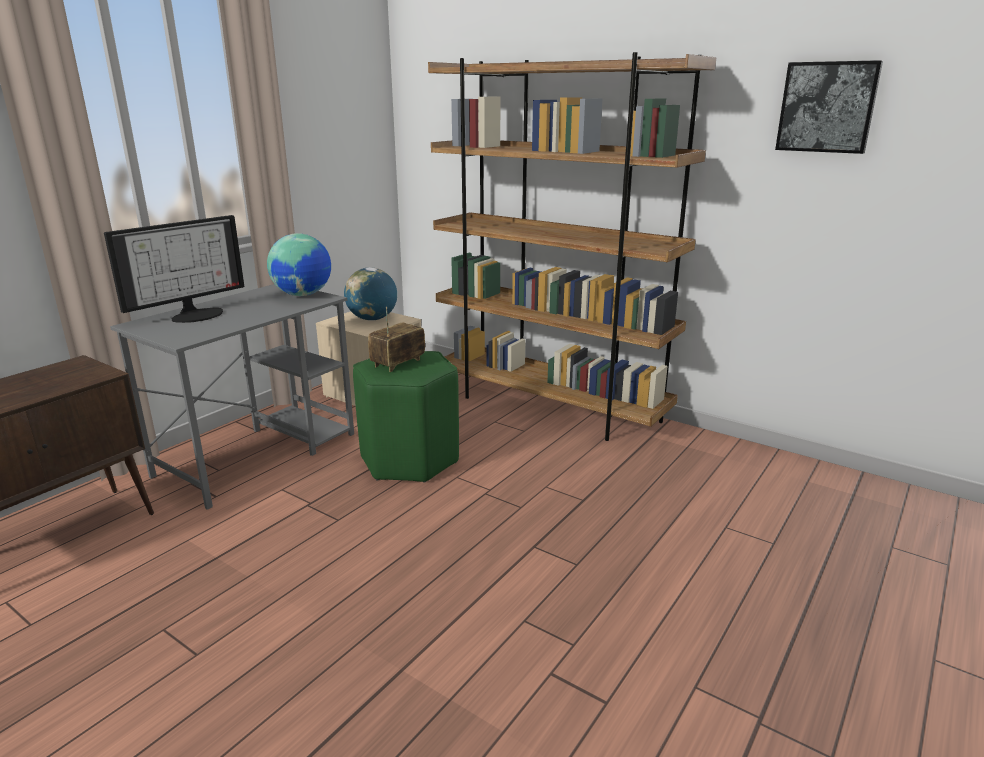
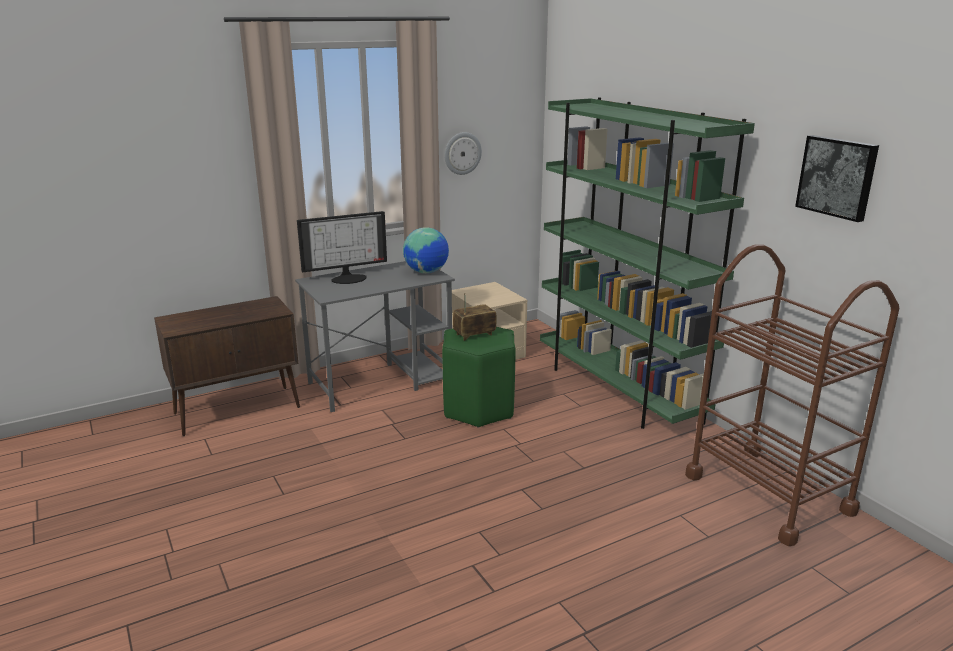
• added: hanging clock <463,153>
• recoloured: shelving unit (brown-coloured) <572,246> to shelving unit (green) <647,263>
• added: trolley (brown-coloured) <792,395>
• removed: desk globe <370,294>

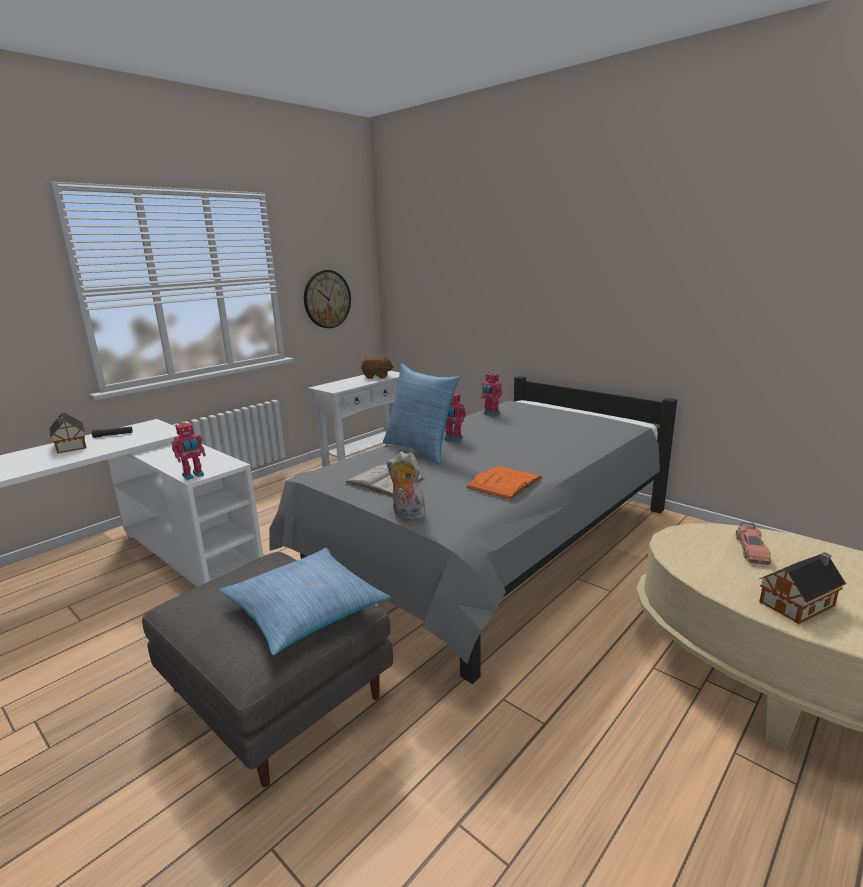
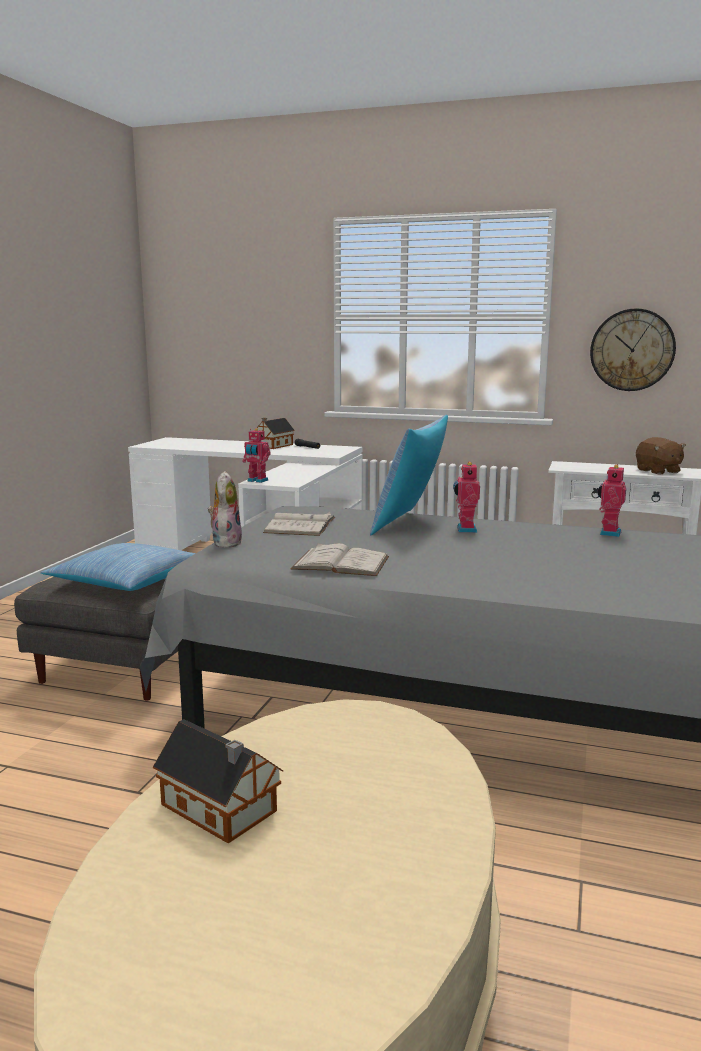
• recoloured: volume (orange-coloured) <504,483> to volume (white-coloured) <340,559>
• removed: model car <753,543>

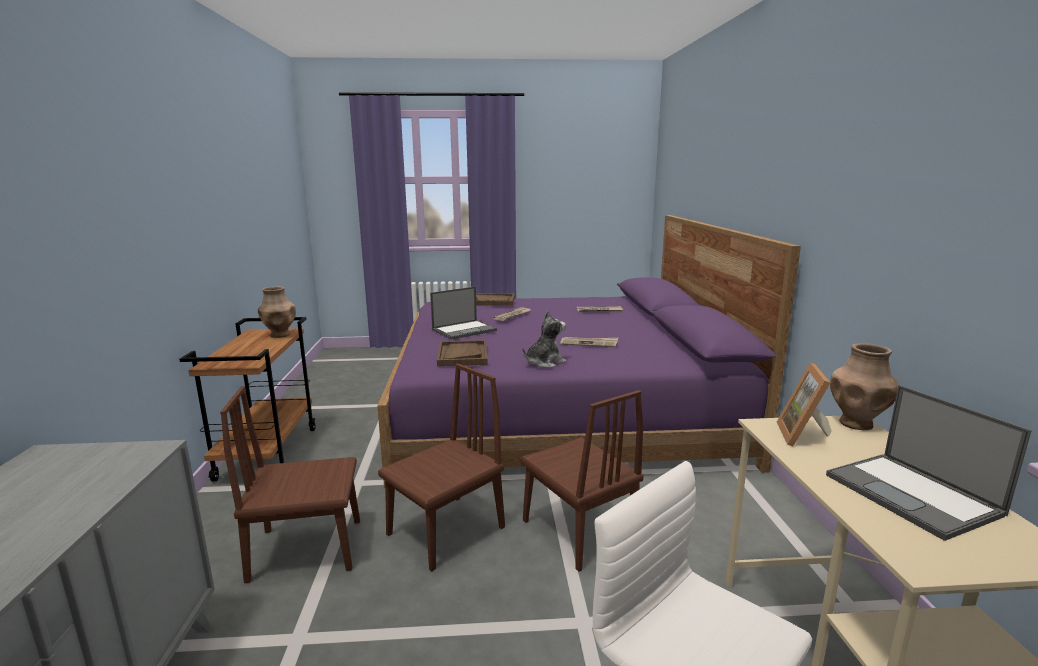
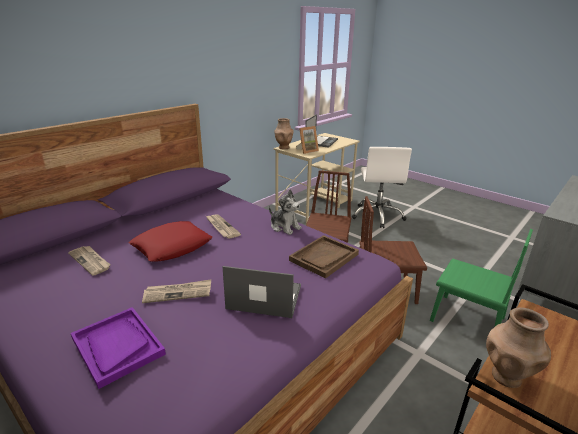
• recoloured: serving tray (brown-coloured) <495,299> to serving tray (purple) <118,348>
• added: cushion (reddish) <171,241>
• turned: cuddly toy <544,339> = <285,212> 150 degrees counterclockwise
• recoloured: upright chair (brown-coloured) <290,484> to upright chair (green) <481,277>

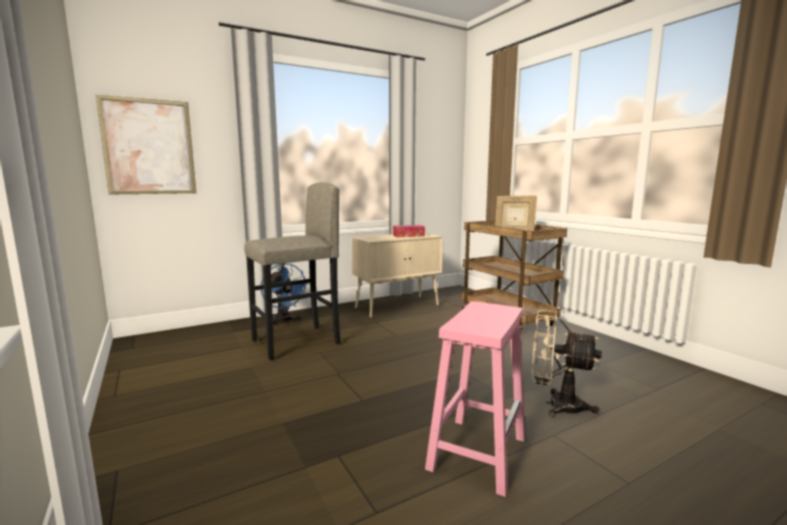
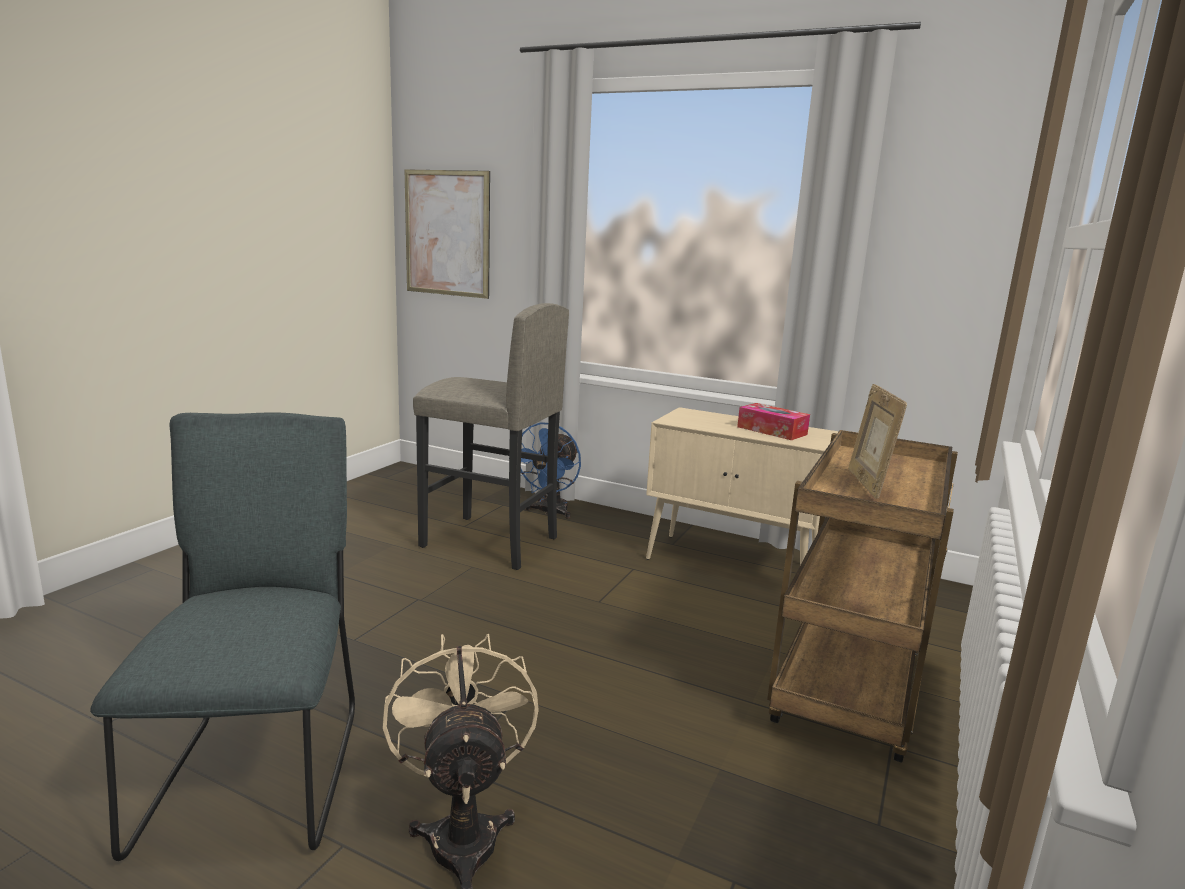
• replaced: stool seat (pink-coloured) <475,399> to upright chair (gray) <222,636>

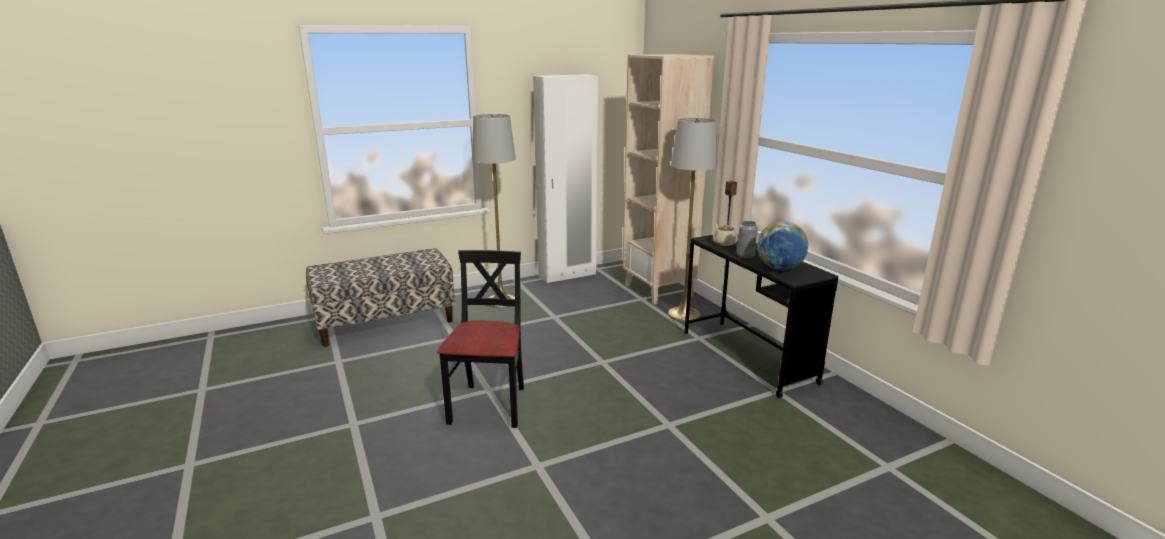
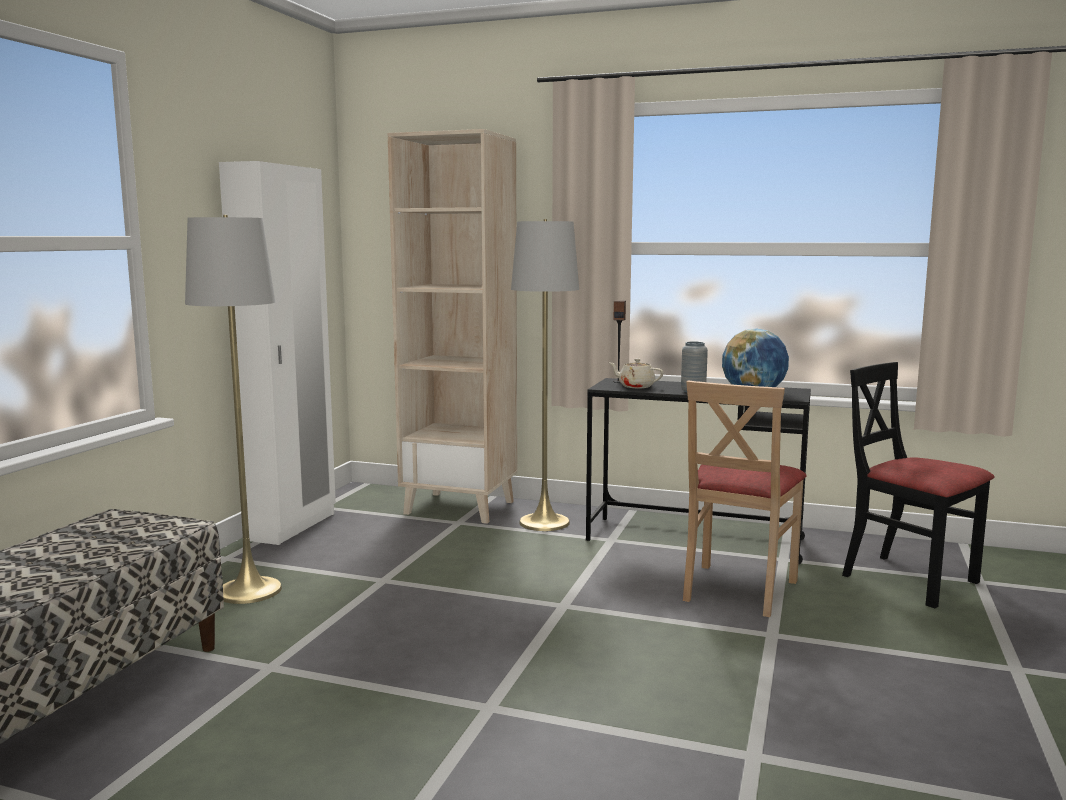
• added: upright chair (beige) <744,499>
• moved: upright chair (blackish) <480,339> to <918,485>

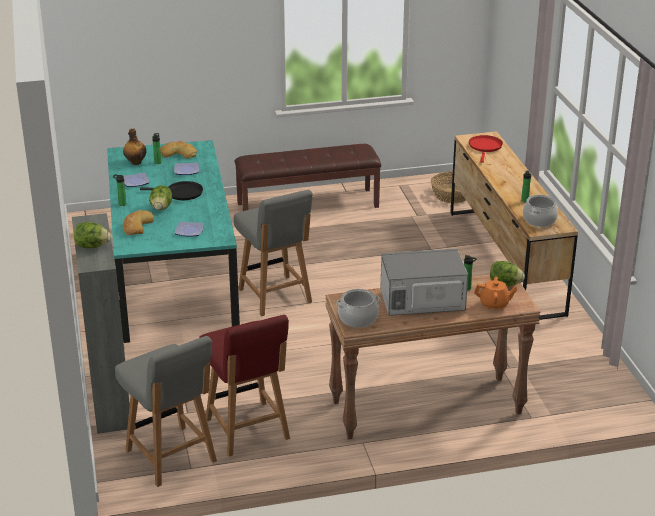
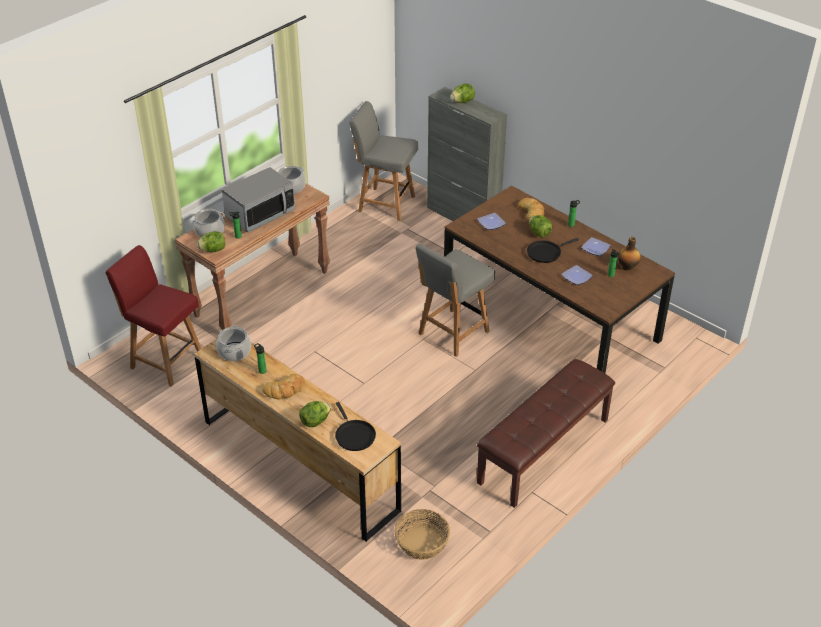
• moved: upright chair (reddish) <244,386> to <153,316>
• replaced: tea pot (orange-coloured) <496,293> to cooking pot <208,223>
• moved: bread <178,150> to <284,386>
• added: lettuce head <315,414>
• recoloured: pan (reddish) <486,149> to pan (blackish) <355,426>
• turned: upright chair (gray) <273,253> = <455,300> 75 degrees counterclockwise
• recoloured: dinner table (turquoise-coloured) <173,241> to dinner table (brown-coloured) <559,280>

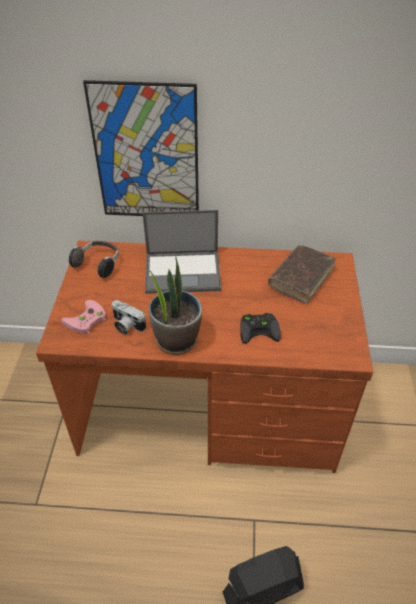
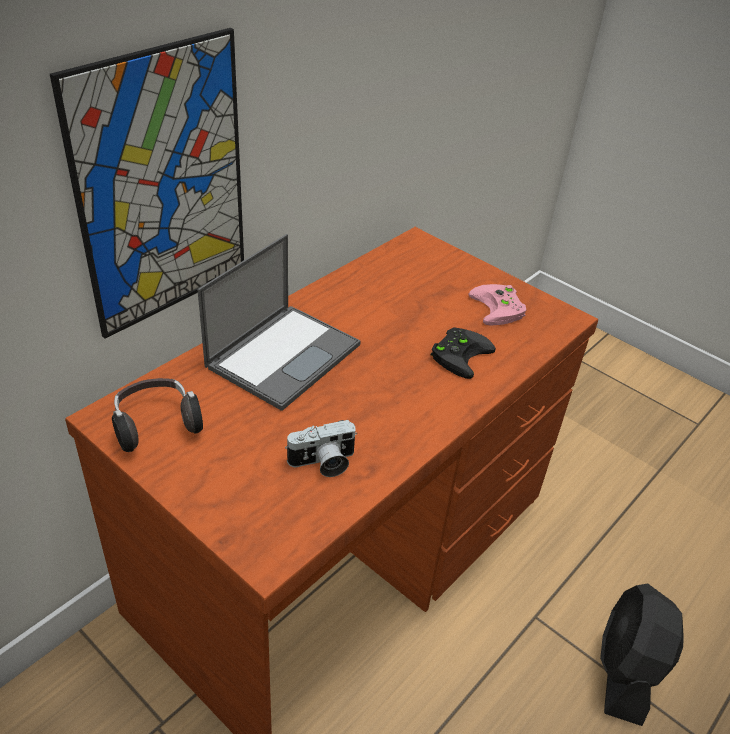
• moved: game controller (pink-coloured) <83,317> to <497,304>
• removed: potted plant <174,305>
• removed: volume (brown-coloured) <302,274>

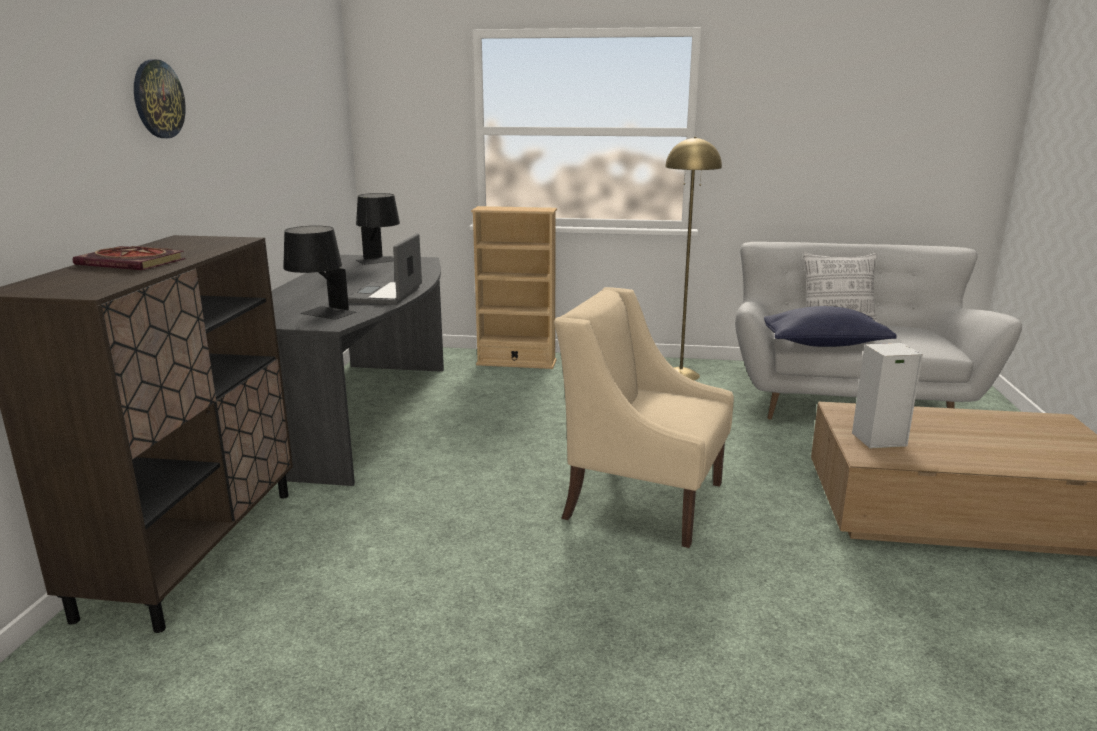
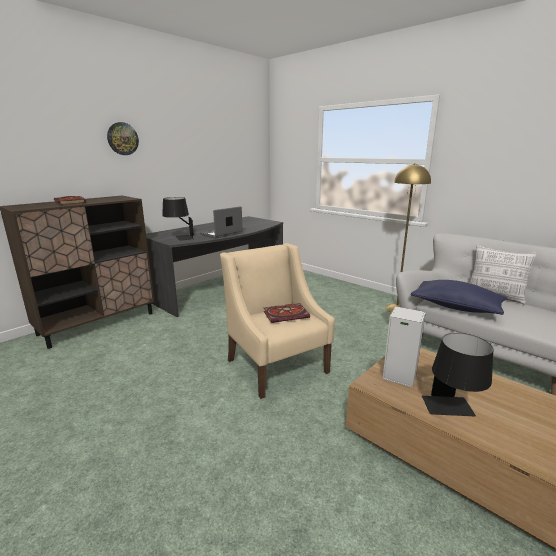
• added: volume <287,313>
• moved: tabletop lamp (blackish) <378,229> to <457,374>
• removed: shelving unit (beige) <514,287>

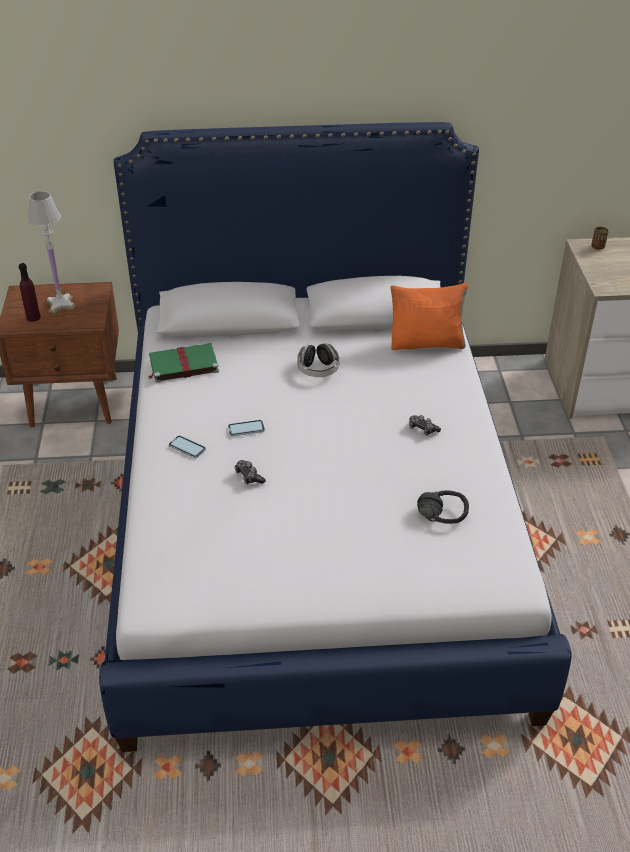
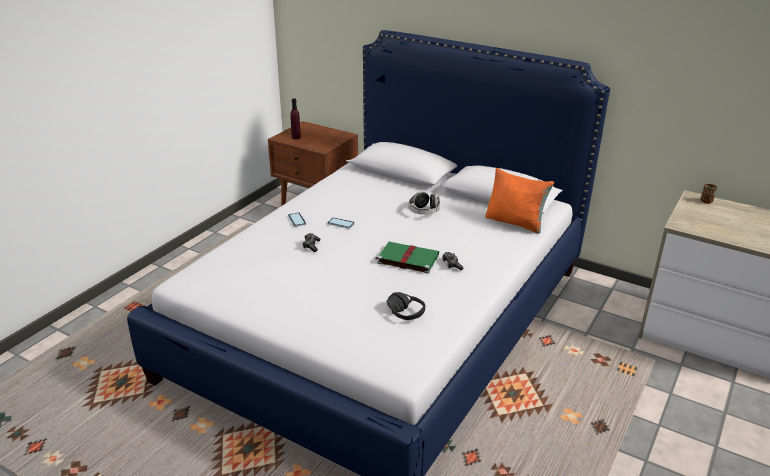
• moved: volume (green) <183,363> to <407,258>
• removed: tabletop lamp (white-coloured) <52,253>

